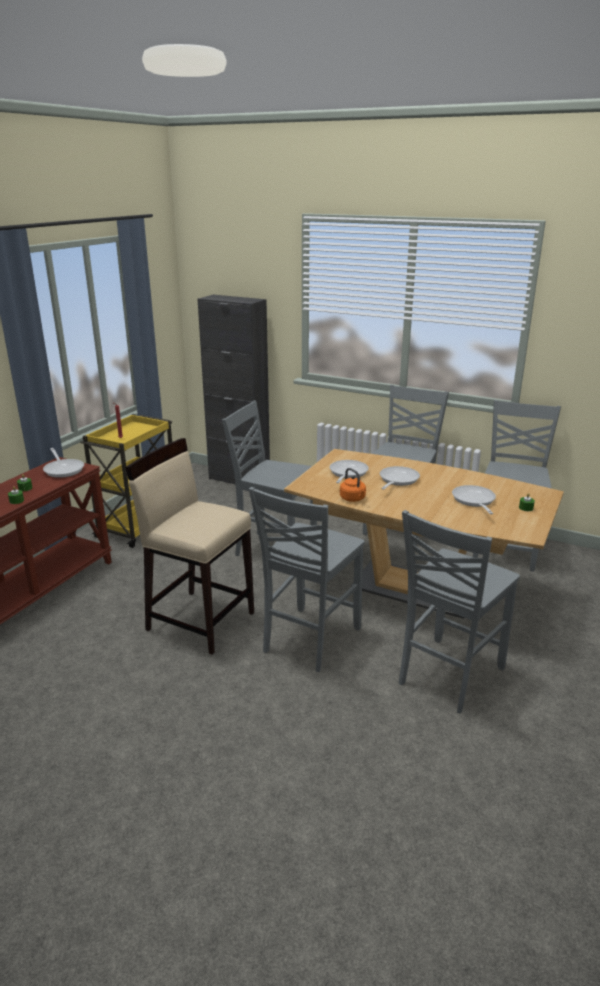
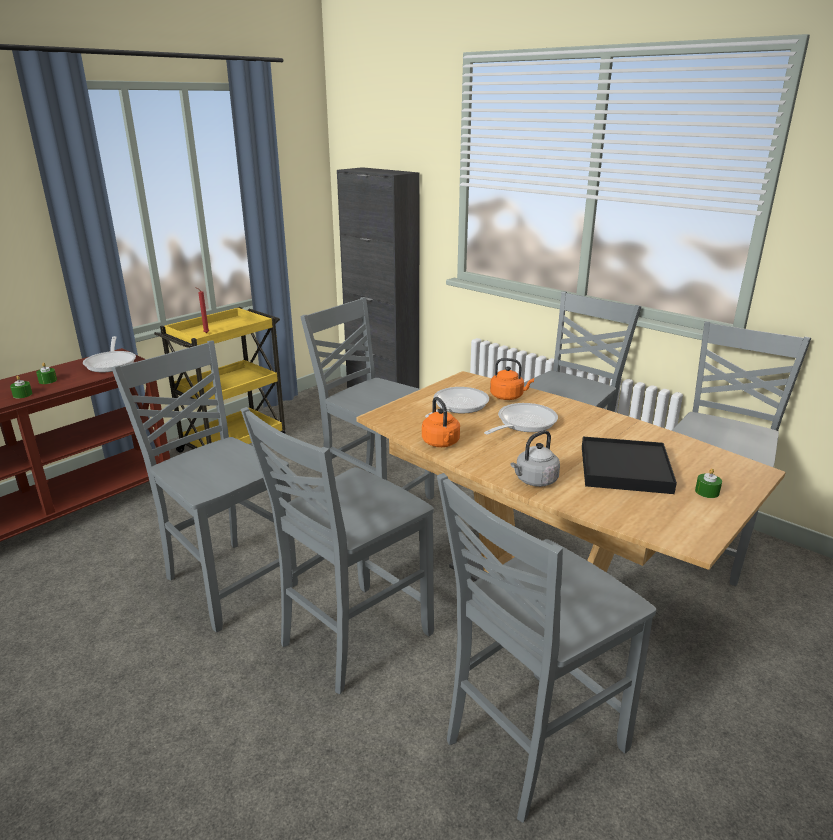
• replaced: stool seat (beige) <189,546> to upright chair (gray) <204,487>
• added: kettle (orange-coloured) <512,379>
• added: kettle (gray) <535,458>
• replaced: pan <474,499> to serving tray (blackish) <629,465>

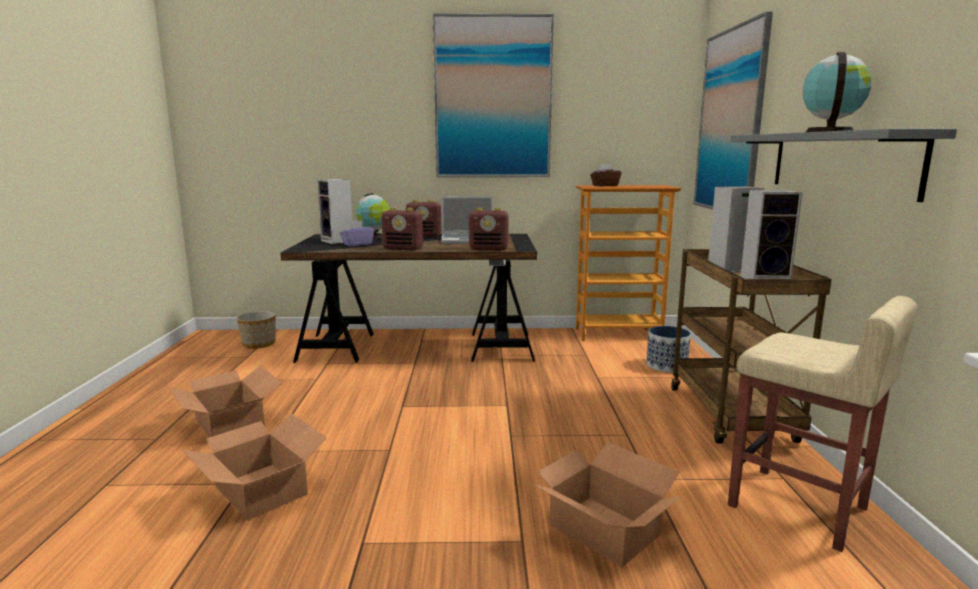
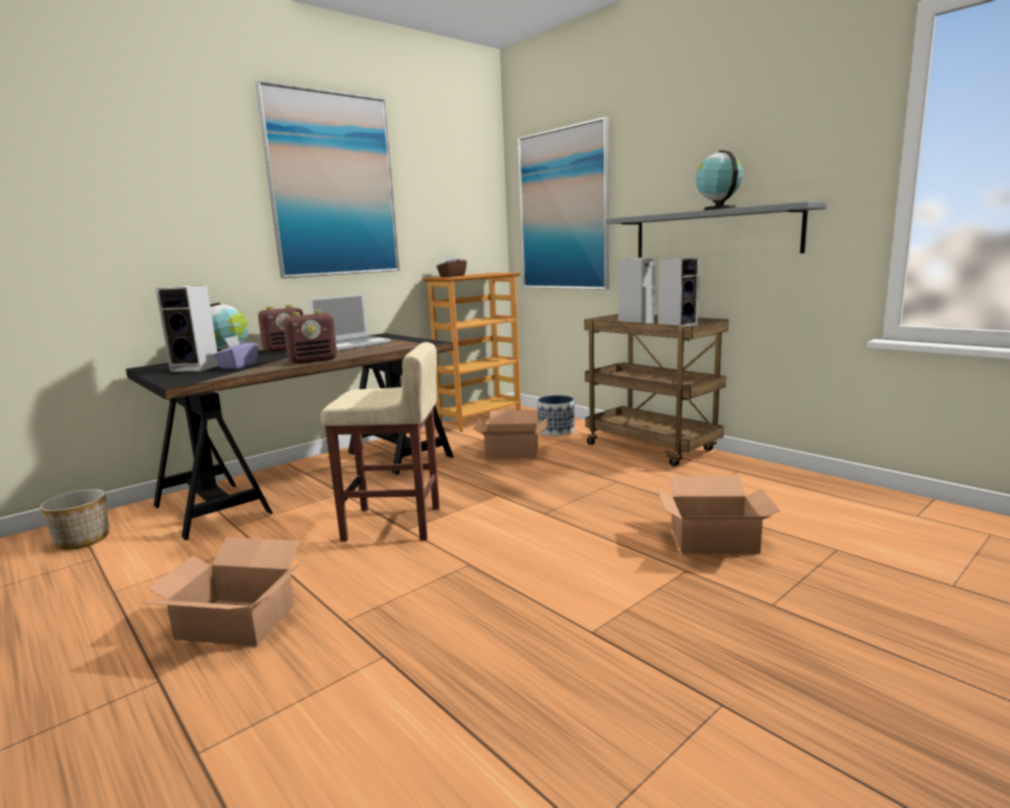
• moved: stool seat (beige) <822,424> to <380,441>
• moved: packing box <254,466> to <510,434>
• removed: radio set <489,229>

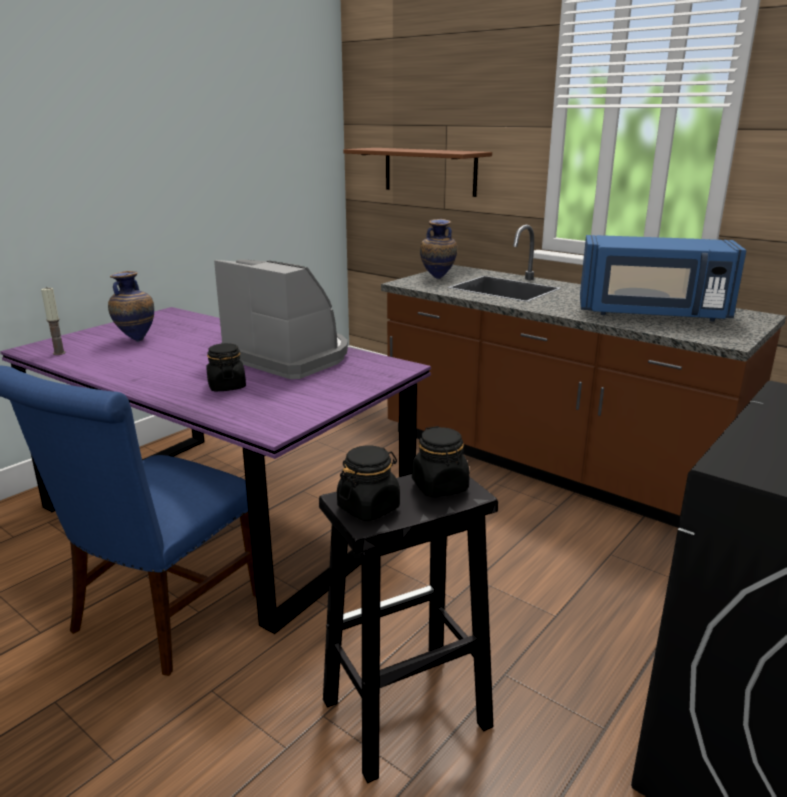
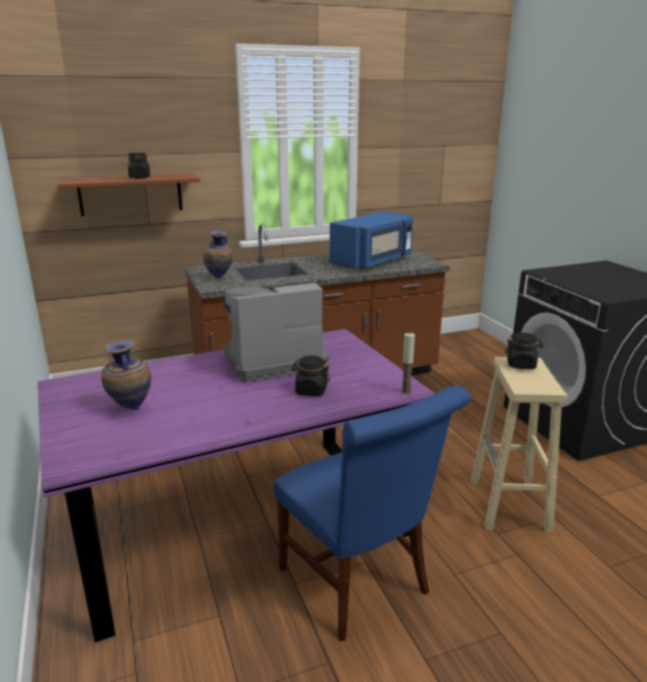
• moved: storage jar (blackish) <368,483> to <139,165>
• moved: candle <53,321> to <408,363>
• recoloured: stool seat (blackish) <408,628> to stool seat (beige) <519,444>

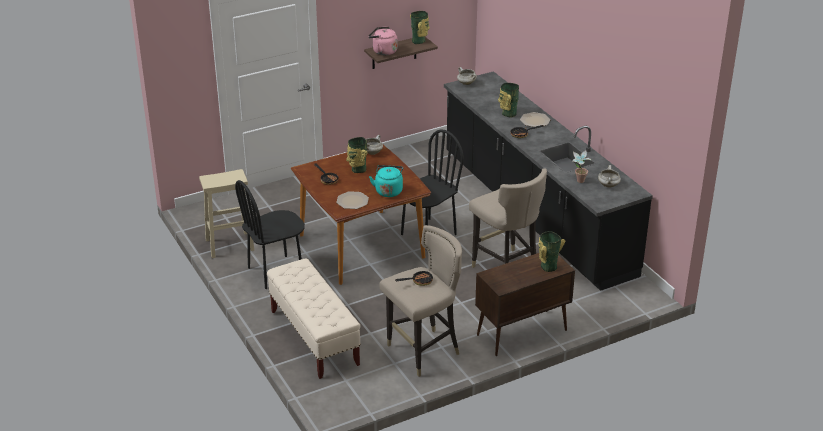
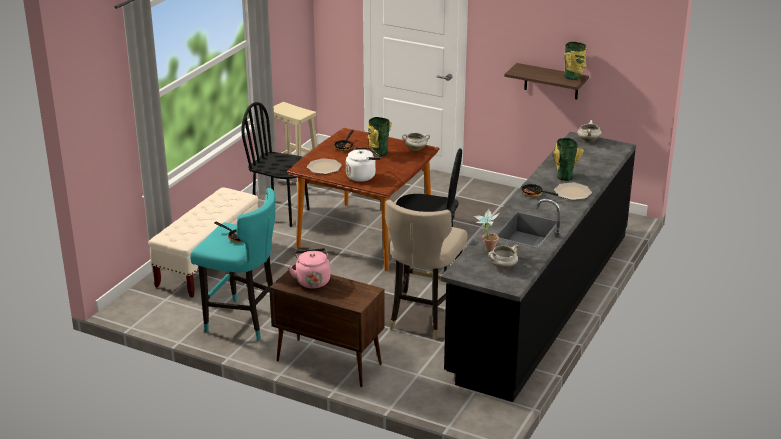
• recoloured: stool seat (beige) <420,301> to stool seat (turquoise-coloured) <232,264>
• moved: kettle (pink-coloured) <383,41> to <309,268>
• recoloured: kettle (turquoise-coloured) <386,181> to kettle (white-coloured) <363,164>
• removed: decorative vase <551,251>

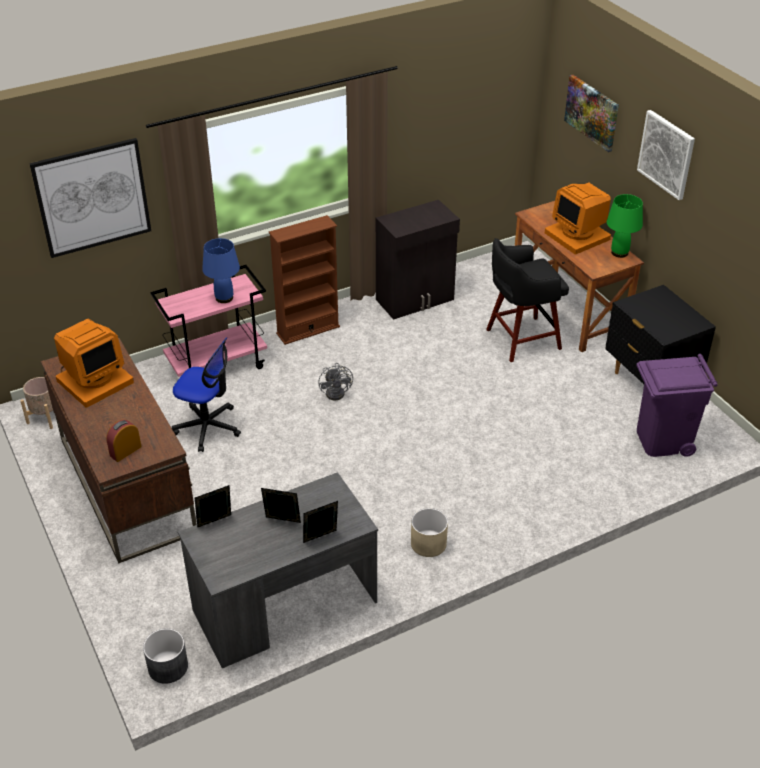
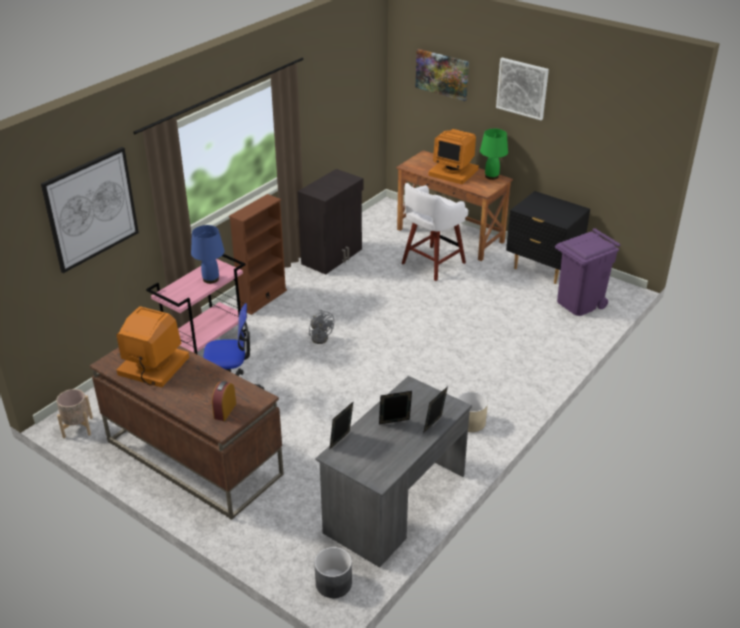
• turned: monitor <94,363> = <152,346> 90 degrees counterclockwise
• recoloured: stool seat (blackish) <527,300> to stool seat (white-coloured) <435,232>

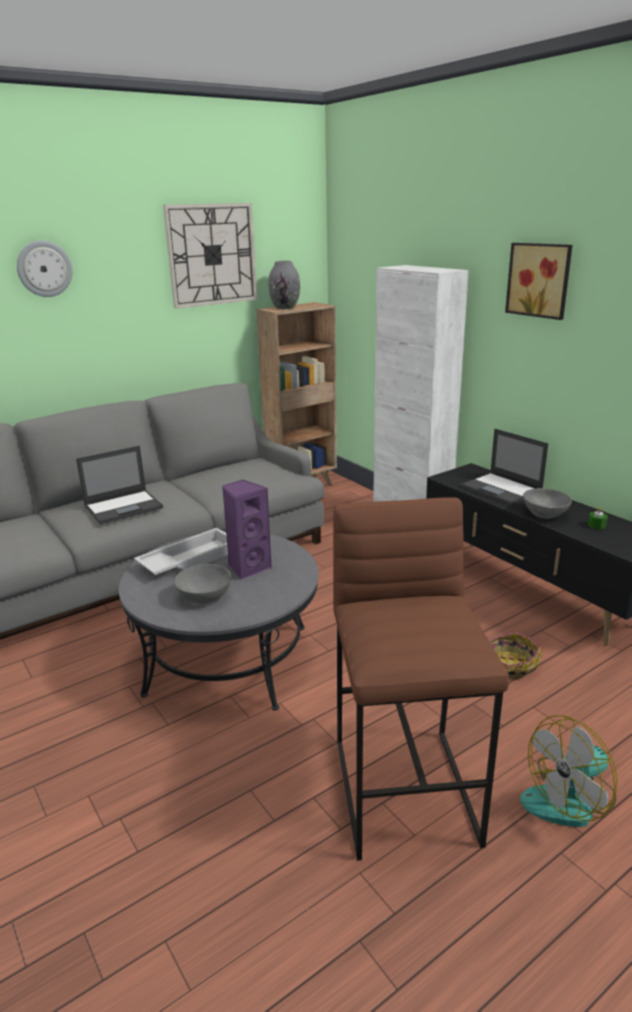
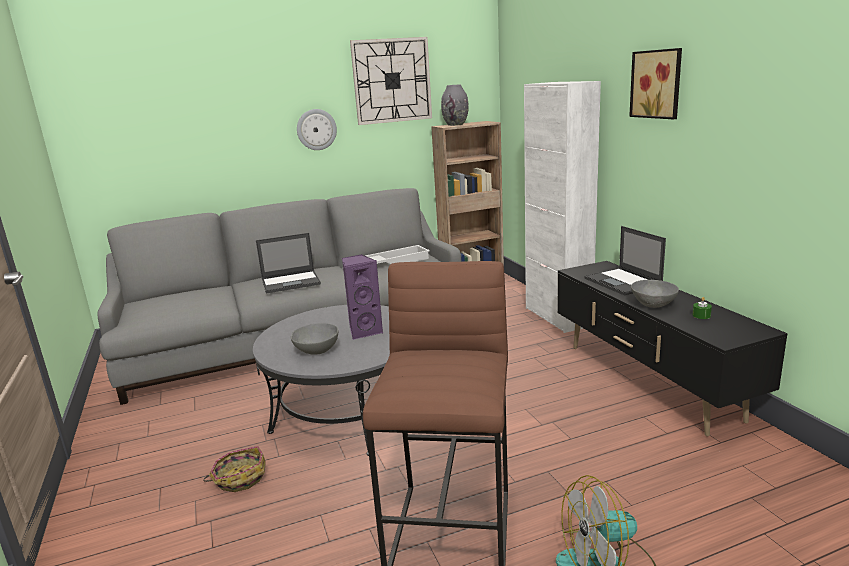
• moved: storage basket <515,655> to <234,469>
• moved: hanging clock <45,268> to <317,129>
• moved: serving tray (white-coloured) <181,551> to <397,254>

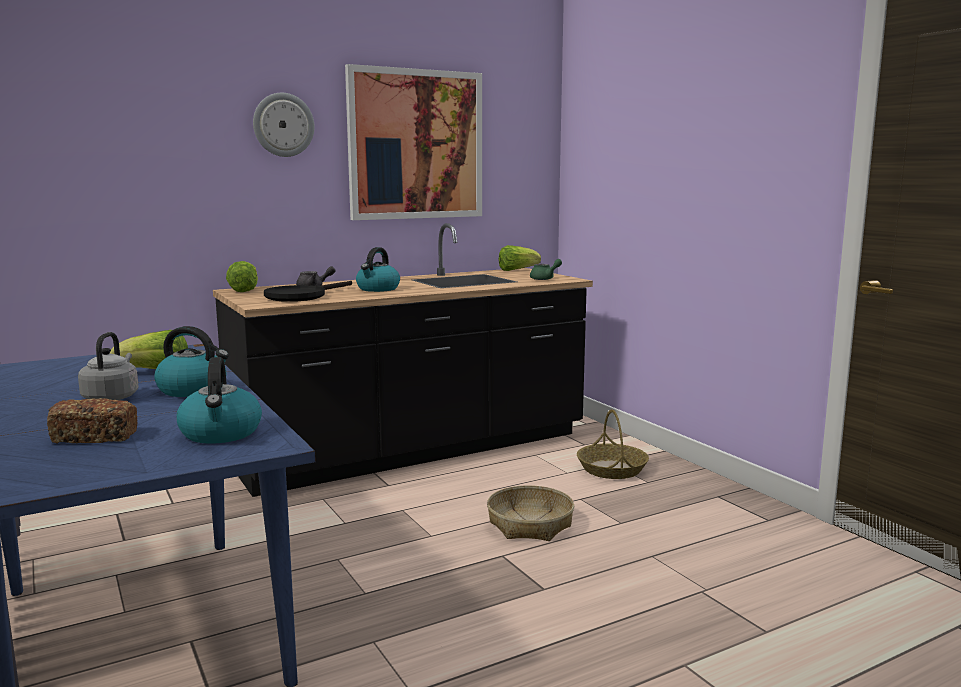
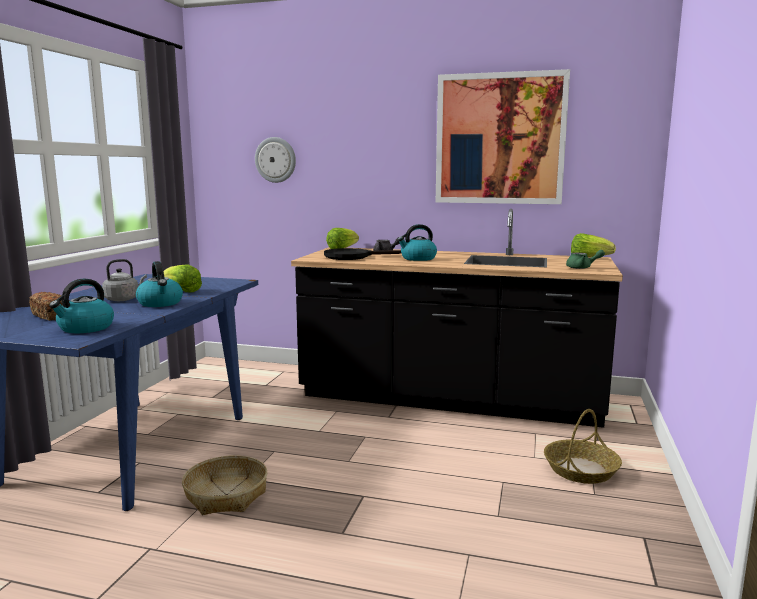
• moved: storage basket <530,513> to <224,485>
• moved: hanging clock <284,125> to <275,160>

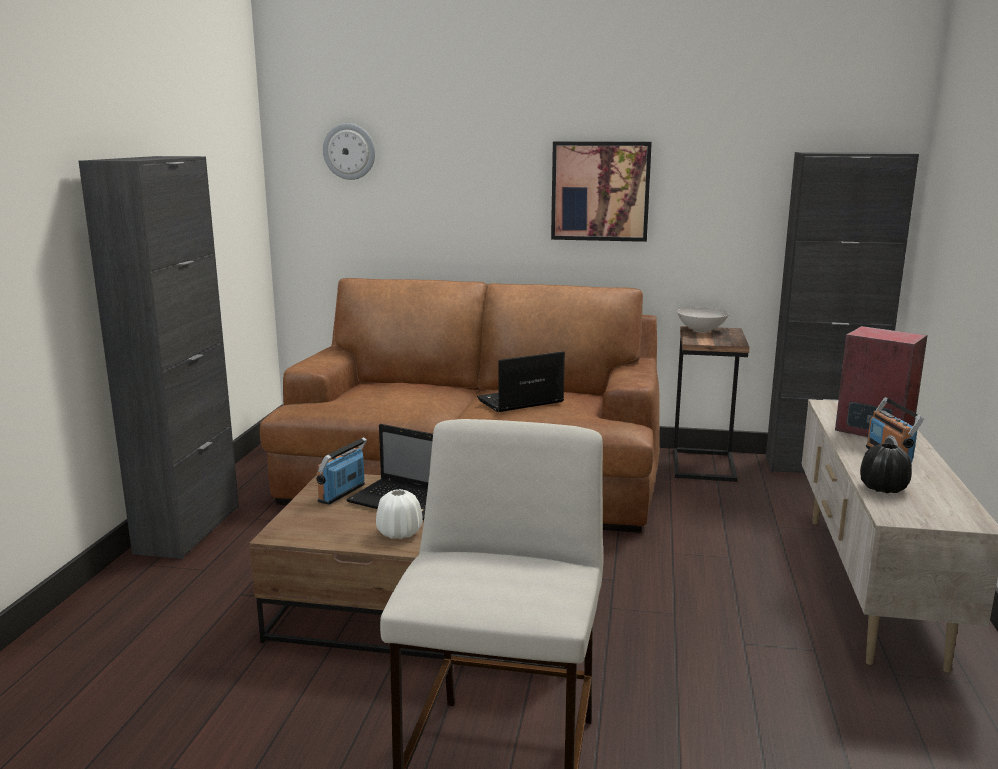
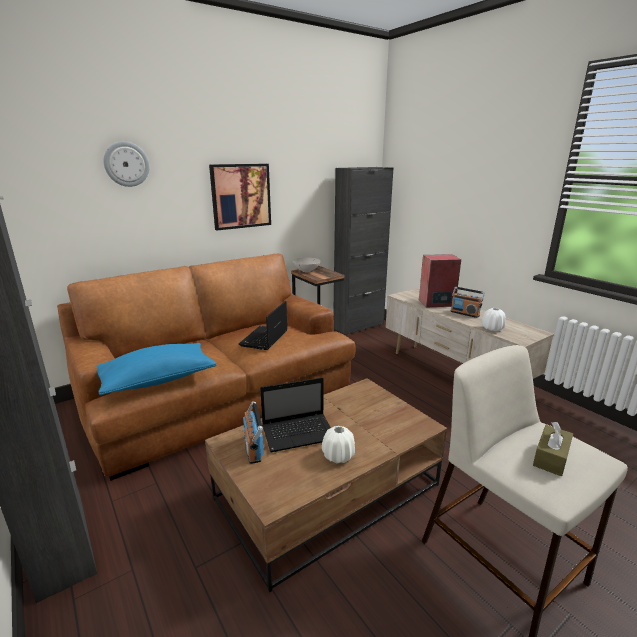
• added: cushion (bluish) <156,369>
• moved: hanging clock <349,151> to <126,164>
• recoloured: decorative vase (blackish) <886,468> to decorative vase (white-coloured) <494,319>
• added: box of tissues (brown-coloured) <553,449>

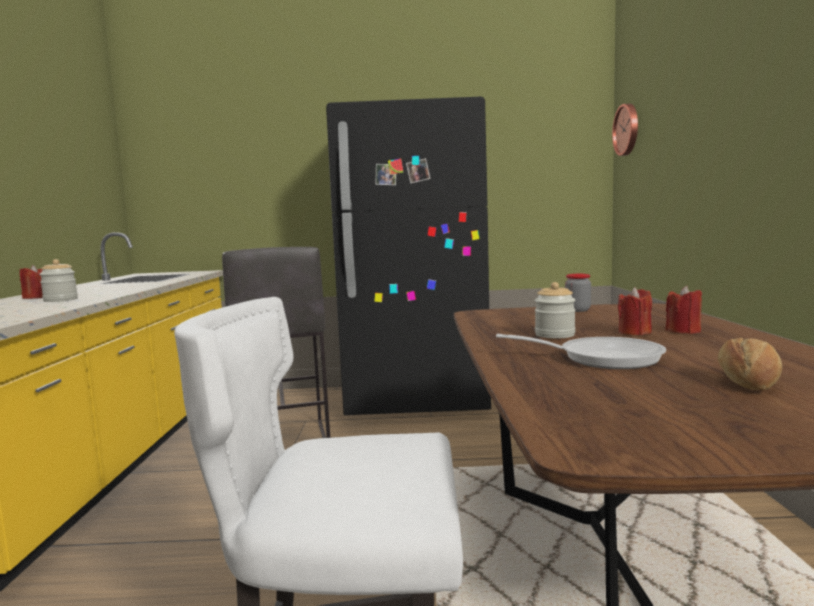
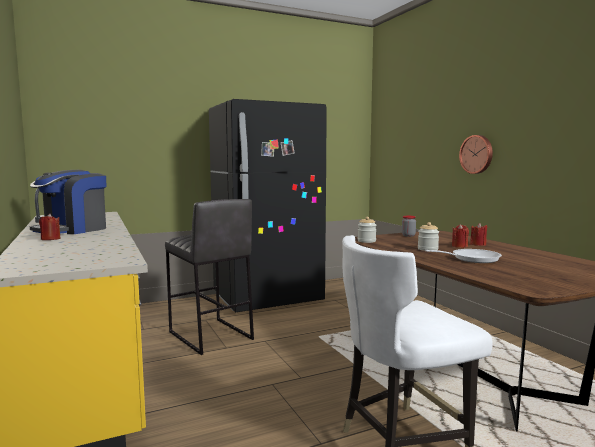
• added: coffee maker <68,202>
• moved: storage jar <58,280> to <367,230>
• moved: hanging clock <625,130> to <476,154>
• removed: bread <750,364>

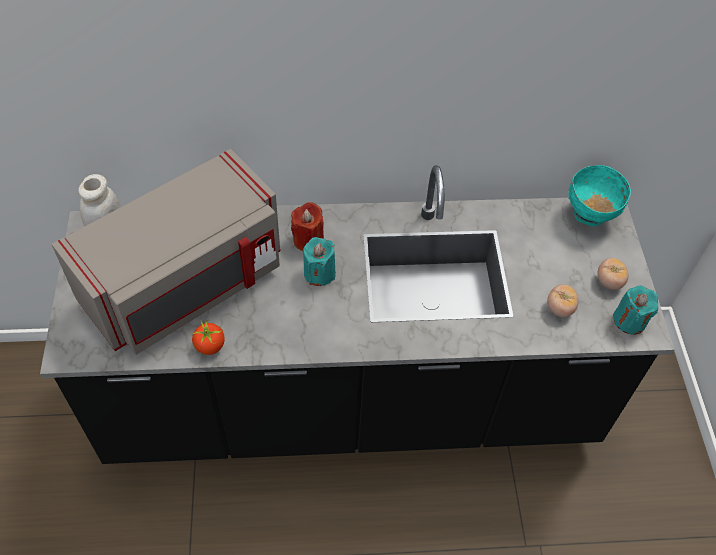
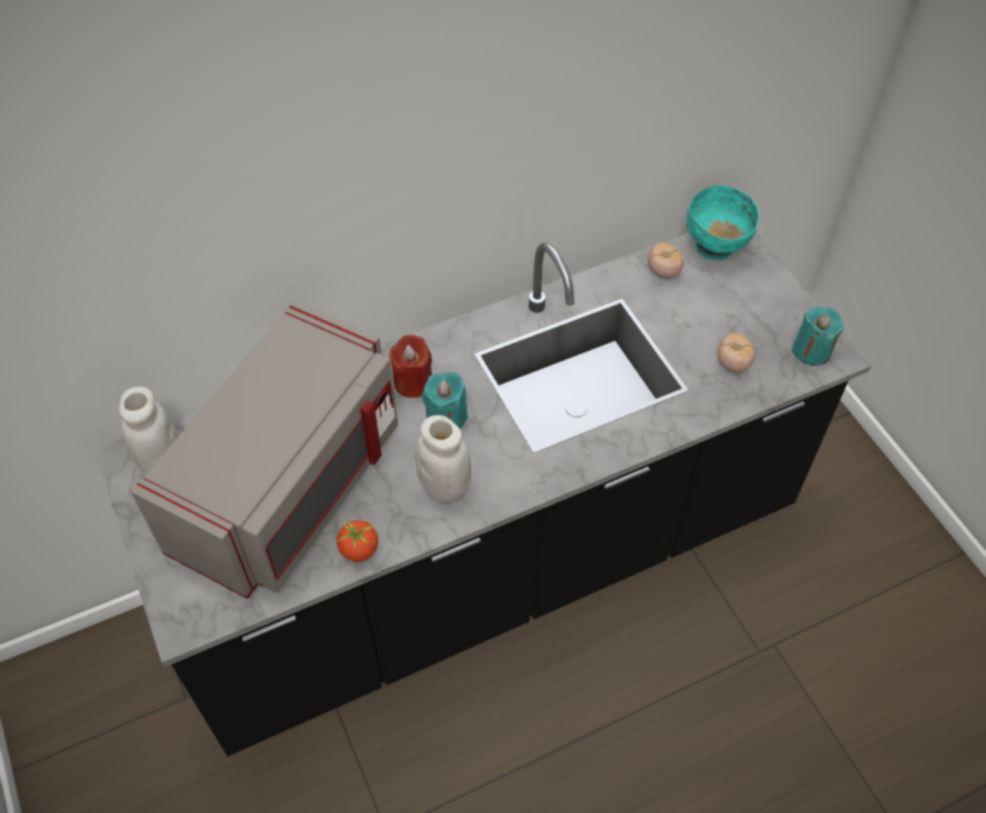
• added: storage jar (white-coloured) <443,459>
• moved: fresh tomato <612,274> to <666,260>

